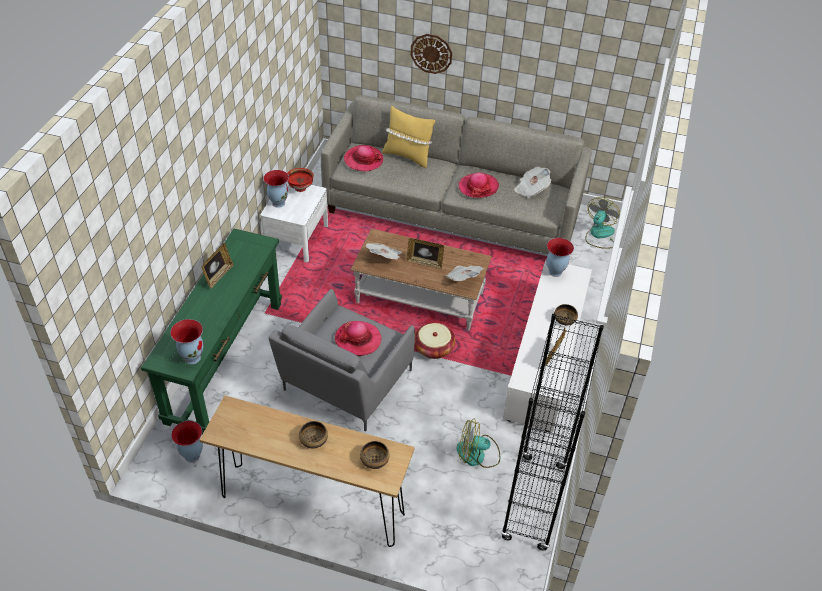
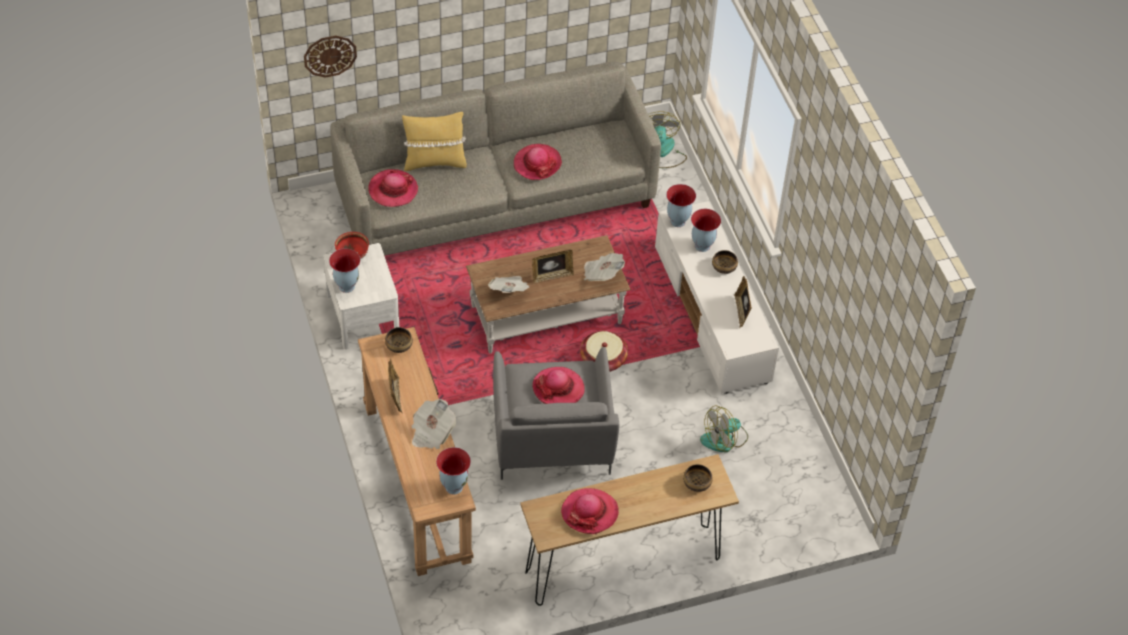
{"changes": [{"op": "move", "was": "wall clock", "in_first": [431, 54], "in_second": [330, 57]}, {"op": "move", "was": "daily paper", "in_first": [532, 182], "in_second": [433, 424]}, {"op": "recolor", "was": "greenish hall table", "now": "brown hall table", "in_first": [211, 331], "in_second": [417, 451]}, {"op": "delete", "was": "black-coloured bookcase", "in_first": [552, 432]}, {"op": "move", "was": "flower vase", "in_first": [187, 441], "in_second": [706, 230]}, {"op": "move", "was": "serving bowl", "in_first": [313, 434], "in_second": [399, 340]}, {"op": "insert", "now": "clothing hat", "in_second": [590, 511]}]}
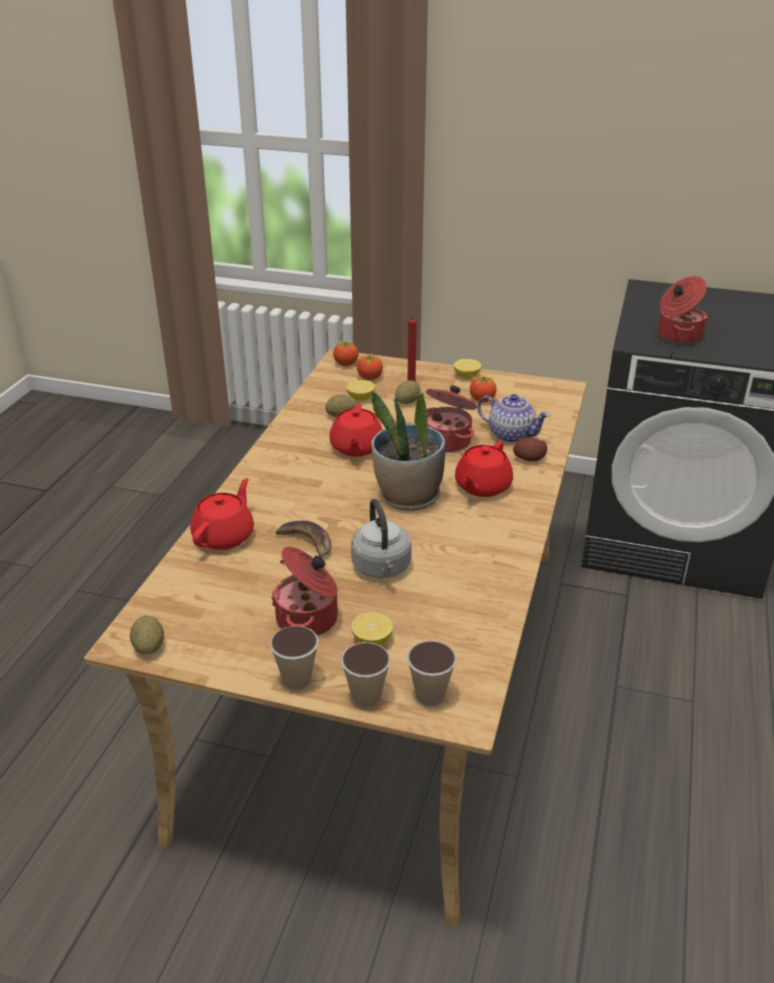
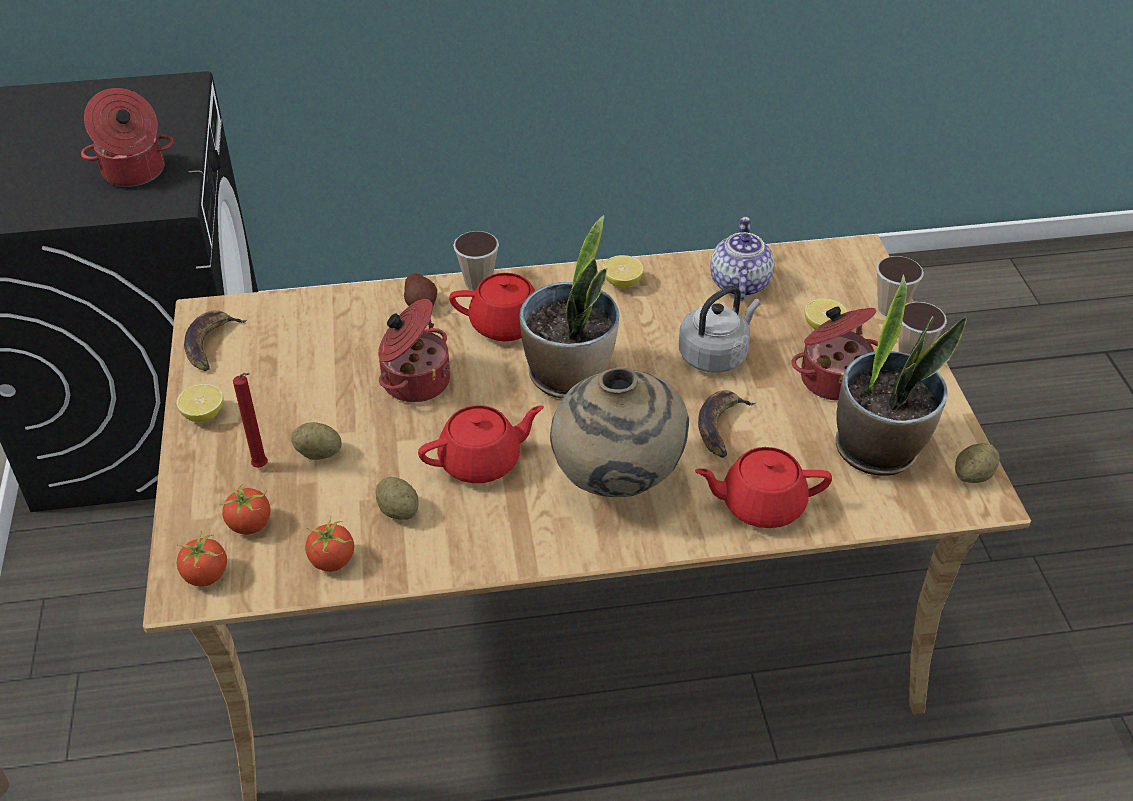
{"changes": [{"op": "move", "was": "fresh tomato", "in_first": [483, 387], "in_second": [329, 544]}, {"op": "move", "was": "lemon", "in_first": [360, 390], "in_second": [623, 271]}, {"op": "move", "was": "tea pot", "in_first": [513, 418], "in_second": [742, 259]}, {"op": "move", "was": "drinking cup", "in_first": [432, 673], "in_second": [476, 261]}, {"op": "insert", "now": "plant in a pot", "in_second": [901, 375]}, {"op": "insert", "now": "whole banana", "in_second": [215, 340]}, {"op": "insert", "now": "beige flower vase", "in_second": [619, 432]}]}
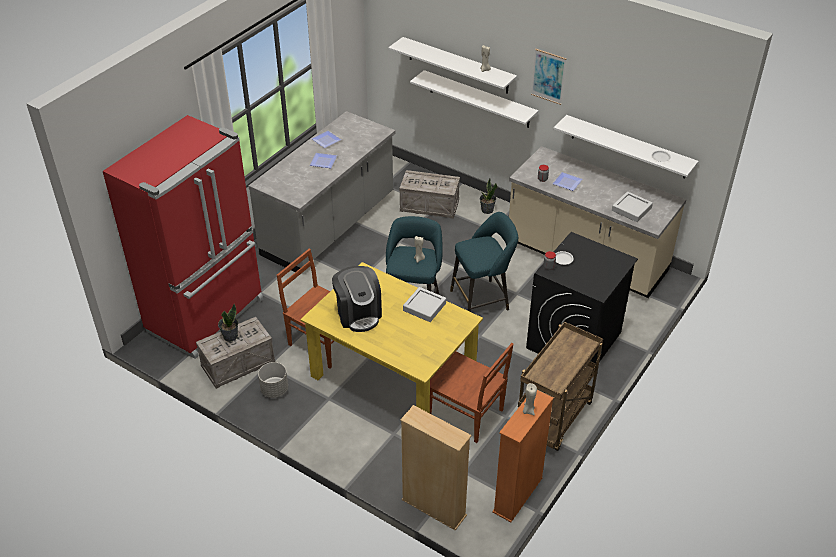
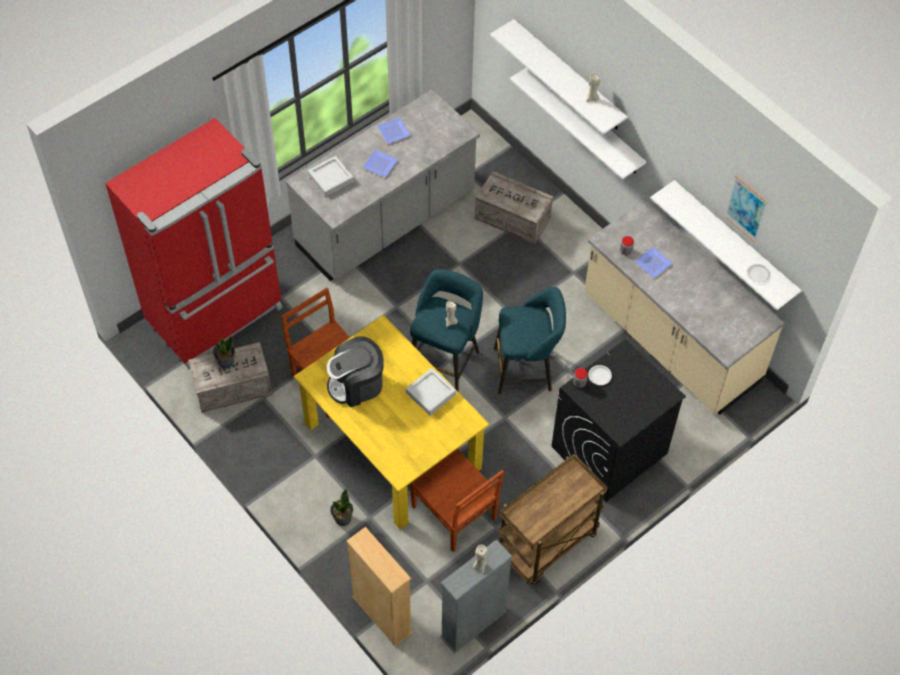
{"changes": [{"op": "move", "was": "wall art", "in_first": [548, 77], "in_second": [746, 209]}, {"op": "move", "was": "plant in a pot", "in_first": [489, 196], "in_second": [341, 507]}, {"op": "move", "was": "grey serving tray", "in_first": [632, 206], "in_second": [331, 176]}, {"op": "rotate", "was": "coffee maker", "in_first": [357, 299], "in_second": [355, 371], "clockwise": 75}, {"op": "delete", "was": "grey planter", "in_first": [273, 380]}, {"op": "recolor", "was": "orange bookcase", "now": "grey bookcase", "in_first": [523, 456], "in_second": [476, 596]}]}
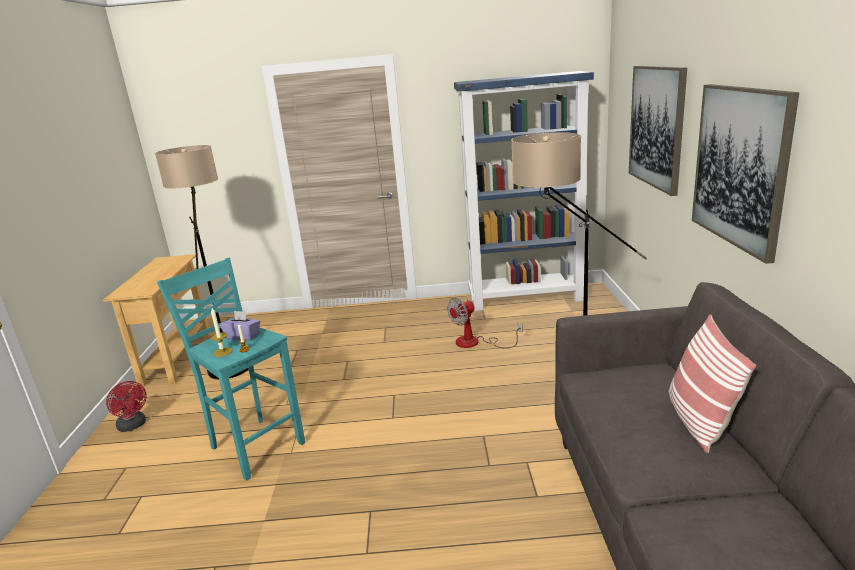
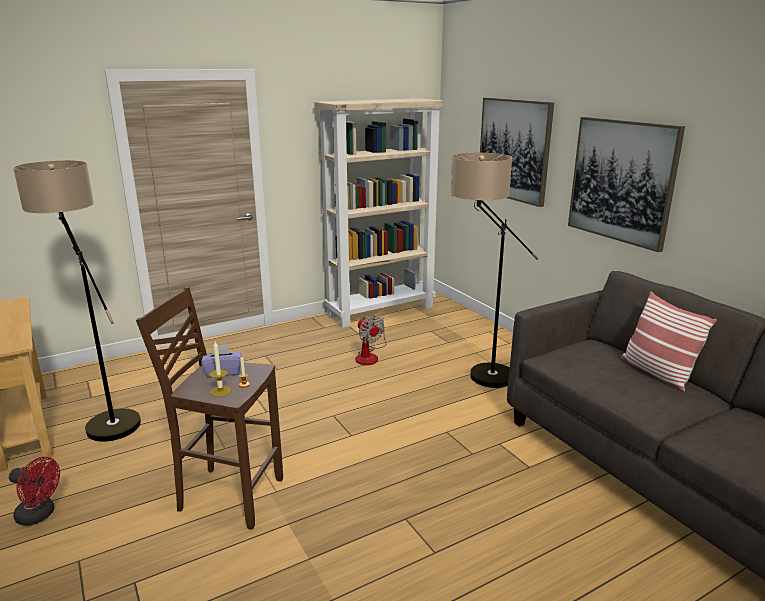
{"changes": [{"op": "recolor", "was": "blue bookcase", "now": "beige bookcase", "in_first": [524, 191], "in_second": [379, 213]}, {"op": "recolor", "was": "blue-green stool", "now": "brown stool", "in_first": [231, 369], "in_second": [209, 408]}, {"op": "rotate", "was": "cooling fan", "in_first": [485, 323], "in_second": [371, 340], "clockwise": -60}]}
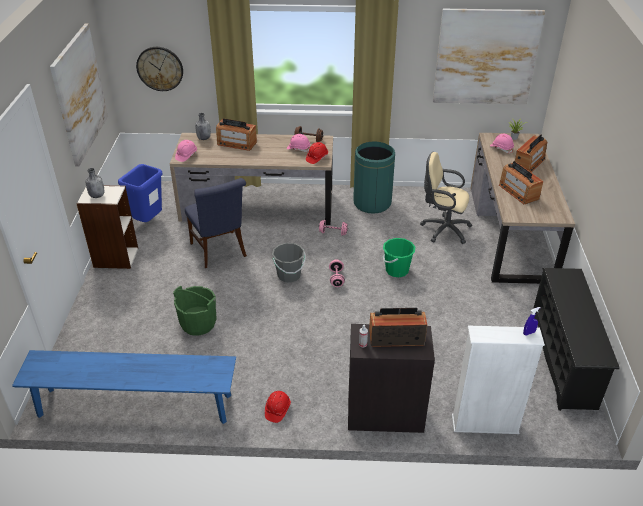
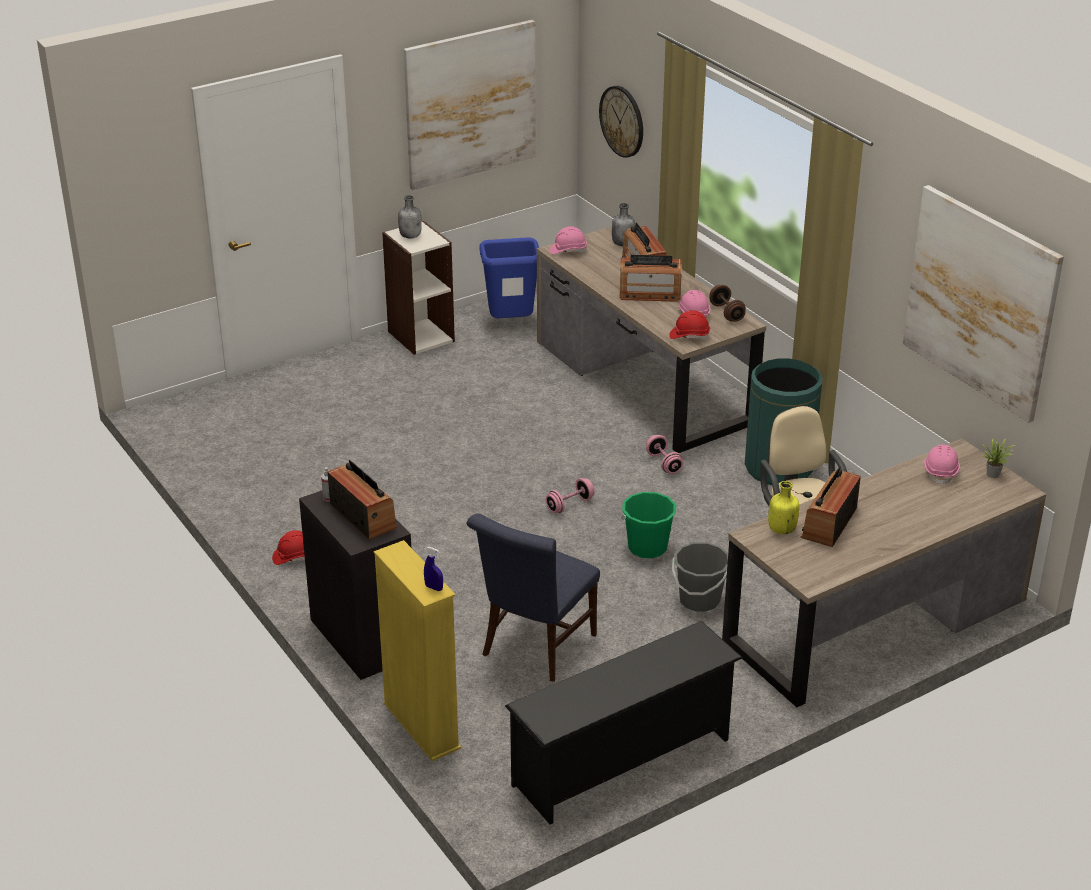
{"changes": [{"op": "move", "was": "radio receiver", "in_first": [531, 153], "in_second": [651, 278]}, {"op": "move", "was": "blue upright chair", "in_first": [216, 223], "in_second": [533, 598]}, {"op": "move", "was": "grey bucket", "in_first": [289, 263], "in_second": [700, 576]}, {"op": "delete", "was": "greenish bucket", "in_first": [195, 310]}, {"op": "recolor", "was": "white-coloured bookcase", "now": "yellow-coloured bookcase", "in_first": [498, 380], "in_second": [417, 650]}, {"op": "delete", "was": "blue bench", "in_first": [124, 387]}, {"op": "insert", "now": "yellow-coloured bottle", "in_second": [783, 507]}]}
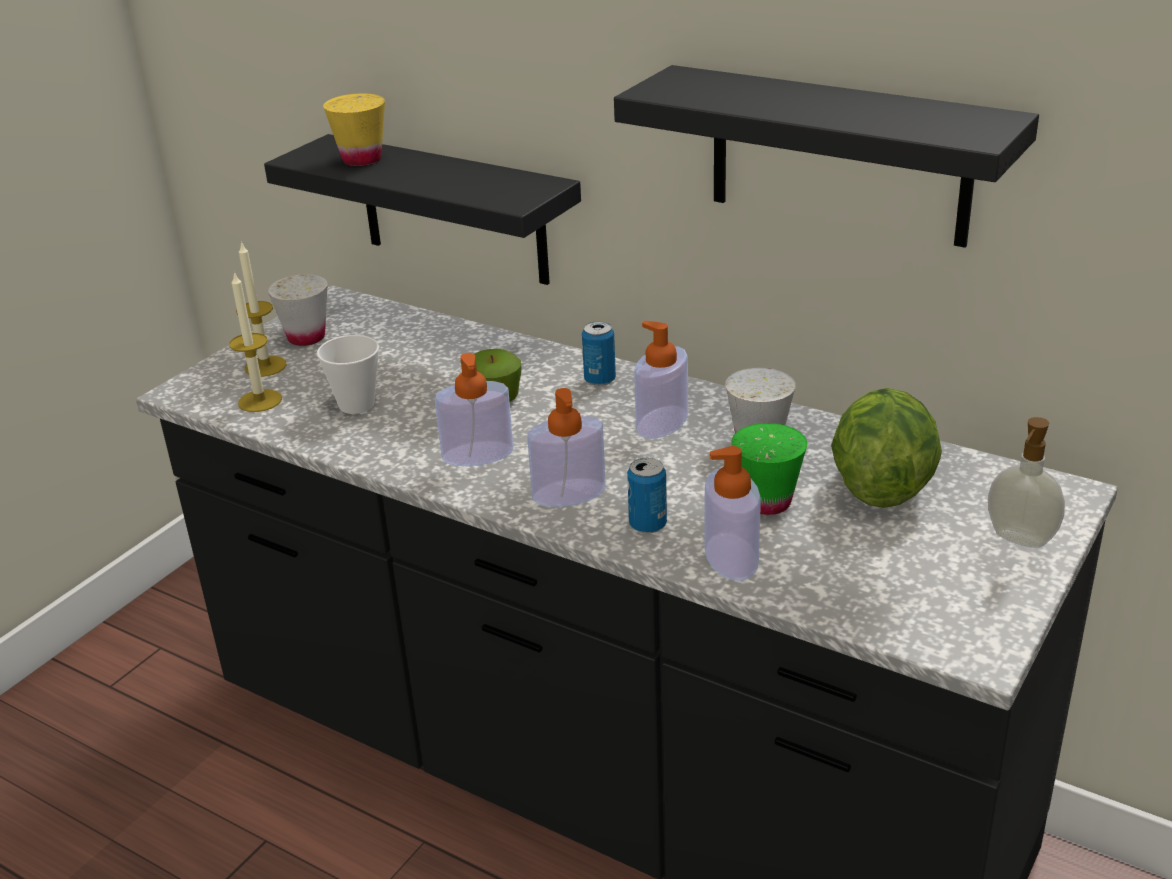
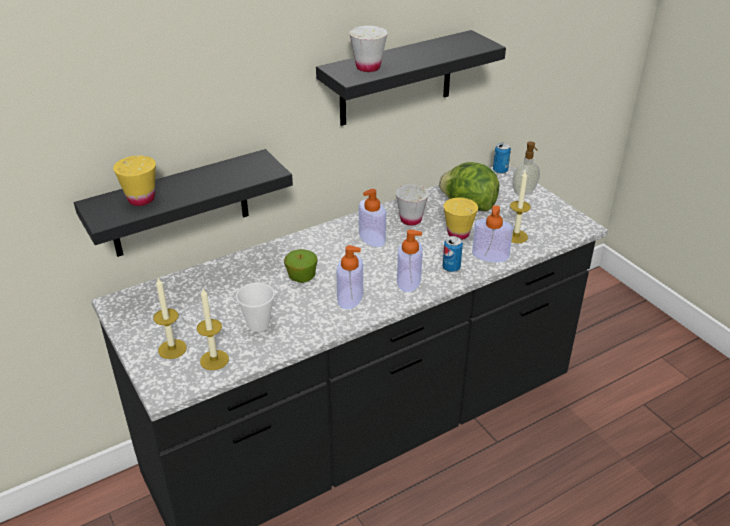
{"changes": [{"op": "move", "was": "white-coloured drinking cup", "in_first": [298, 310], "in_second": [368, 49]}, {"op": "move", "was": "can", "in_first": [599, 353], "in_second": [502, 158]}, {"op": "recolor", "was": "greenish drinking cup", "now": "yellow-coloured drinking cup", "in_first": [769, 469], "in_second": [461, 219]}, {"op": "insert", "now": "wax candle", "in_second": [520, 206]}]}
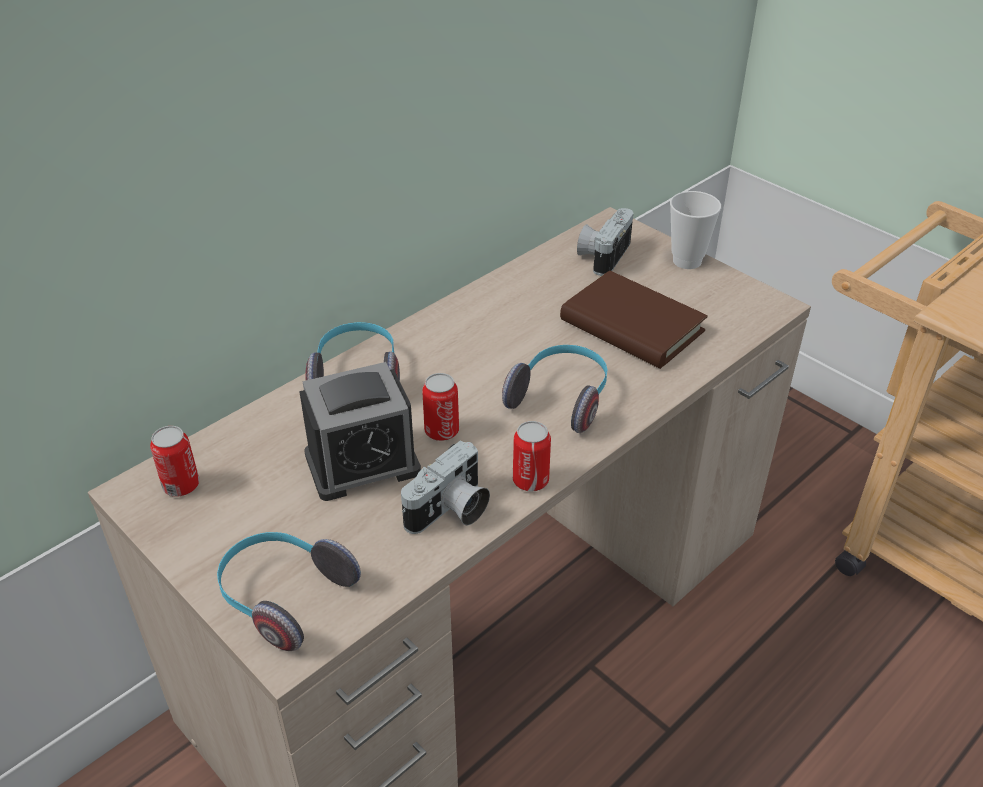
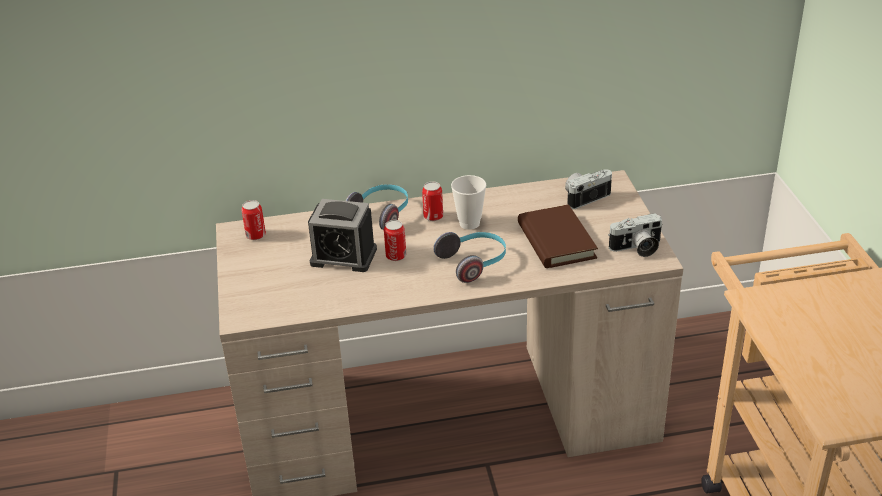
{"changes": [{"op": "move", "was": "drinking cup", "in_first": [695, 230], "in_second": [469, 202]}, {"op": "move", "was": "can", "in_first": [532, 456], "in_second": [432, 201]}, {"op": "move", "was": "photo camera", "in_first": [445, 487], "in_second": [635, 235]}, {"op": "delete", "was": "pair of headphones", "in_first": [289, 591]}]}
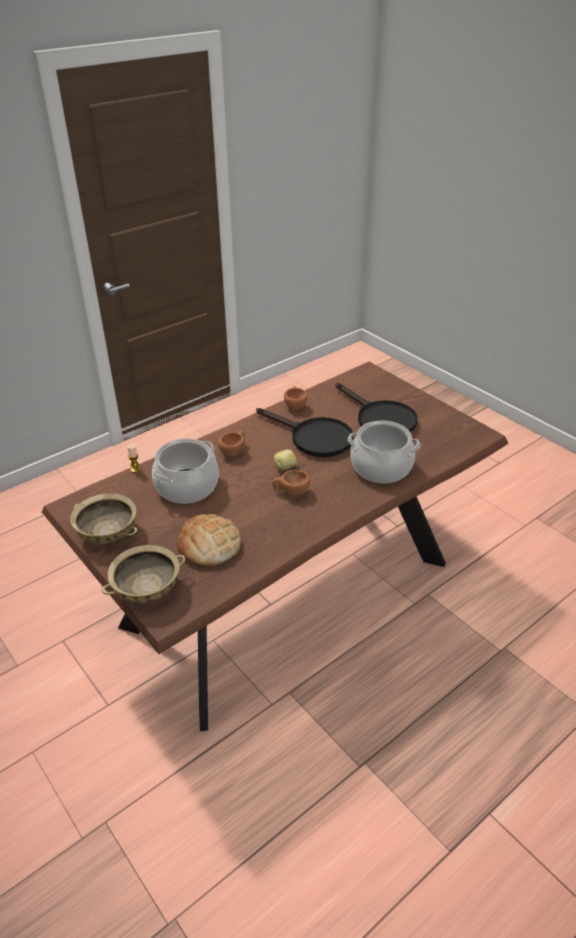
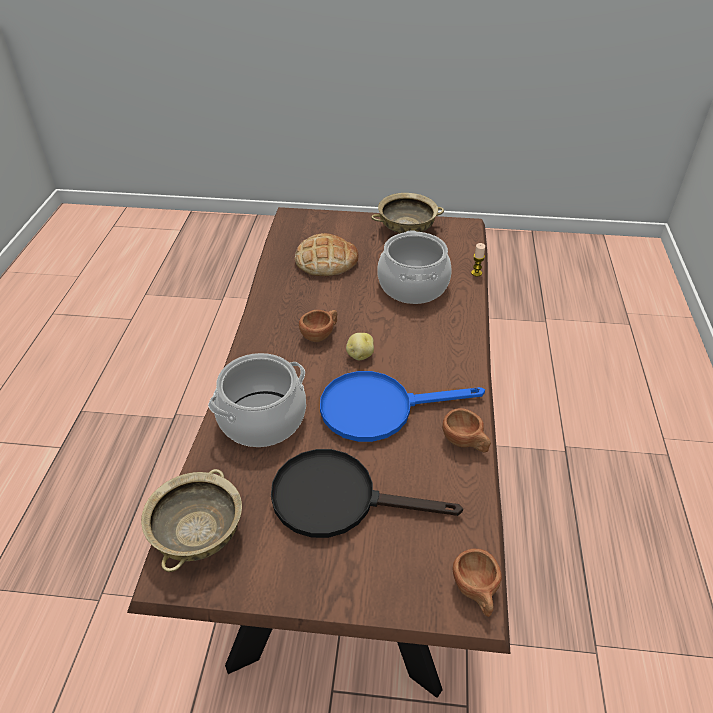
{"changes": [{"op": "recolor", "was": "black-coloured skillet", "now": "blue skillet", "in_first": [304, 432], "in_second": [402, 406]}, {"op": "move", "was": "brown drinking cup", "in_first": [231, 444], "in_second": [477, 583]}, {"op": "move", "was": "beige serving bowl", "in_first": [143, 574], "in_second": [191, 520]}]}
